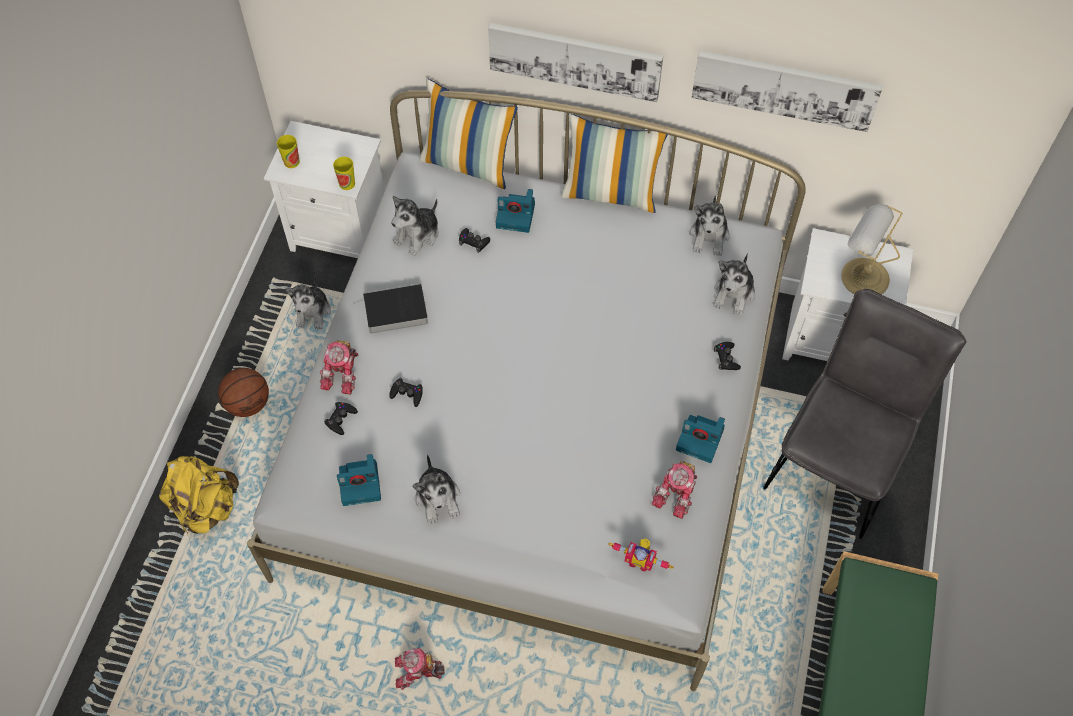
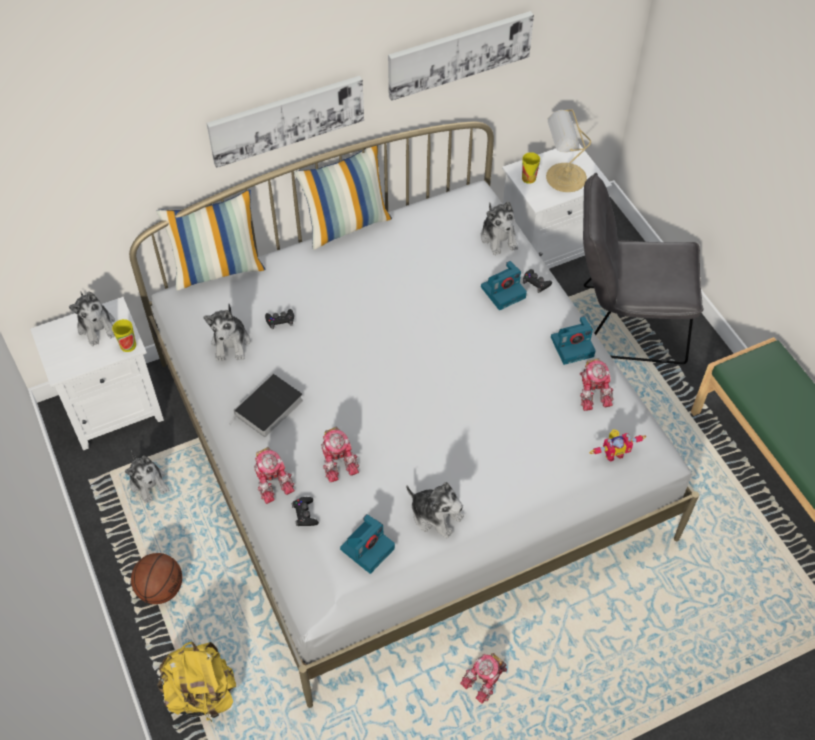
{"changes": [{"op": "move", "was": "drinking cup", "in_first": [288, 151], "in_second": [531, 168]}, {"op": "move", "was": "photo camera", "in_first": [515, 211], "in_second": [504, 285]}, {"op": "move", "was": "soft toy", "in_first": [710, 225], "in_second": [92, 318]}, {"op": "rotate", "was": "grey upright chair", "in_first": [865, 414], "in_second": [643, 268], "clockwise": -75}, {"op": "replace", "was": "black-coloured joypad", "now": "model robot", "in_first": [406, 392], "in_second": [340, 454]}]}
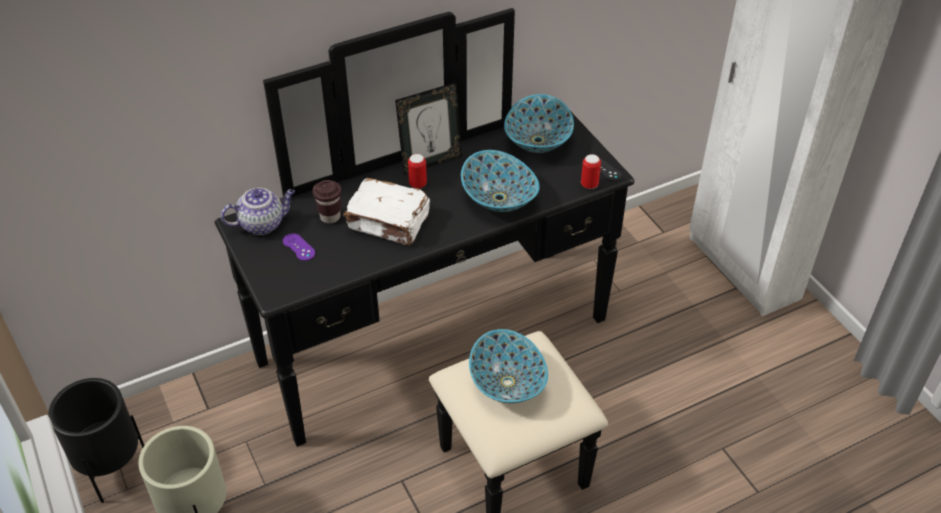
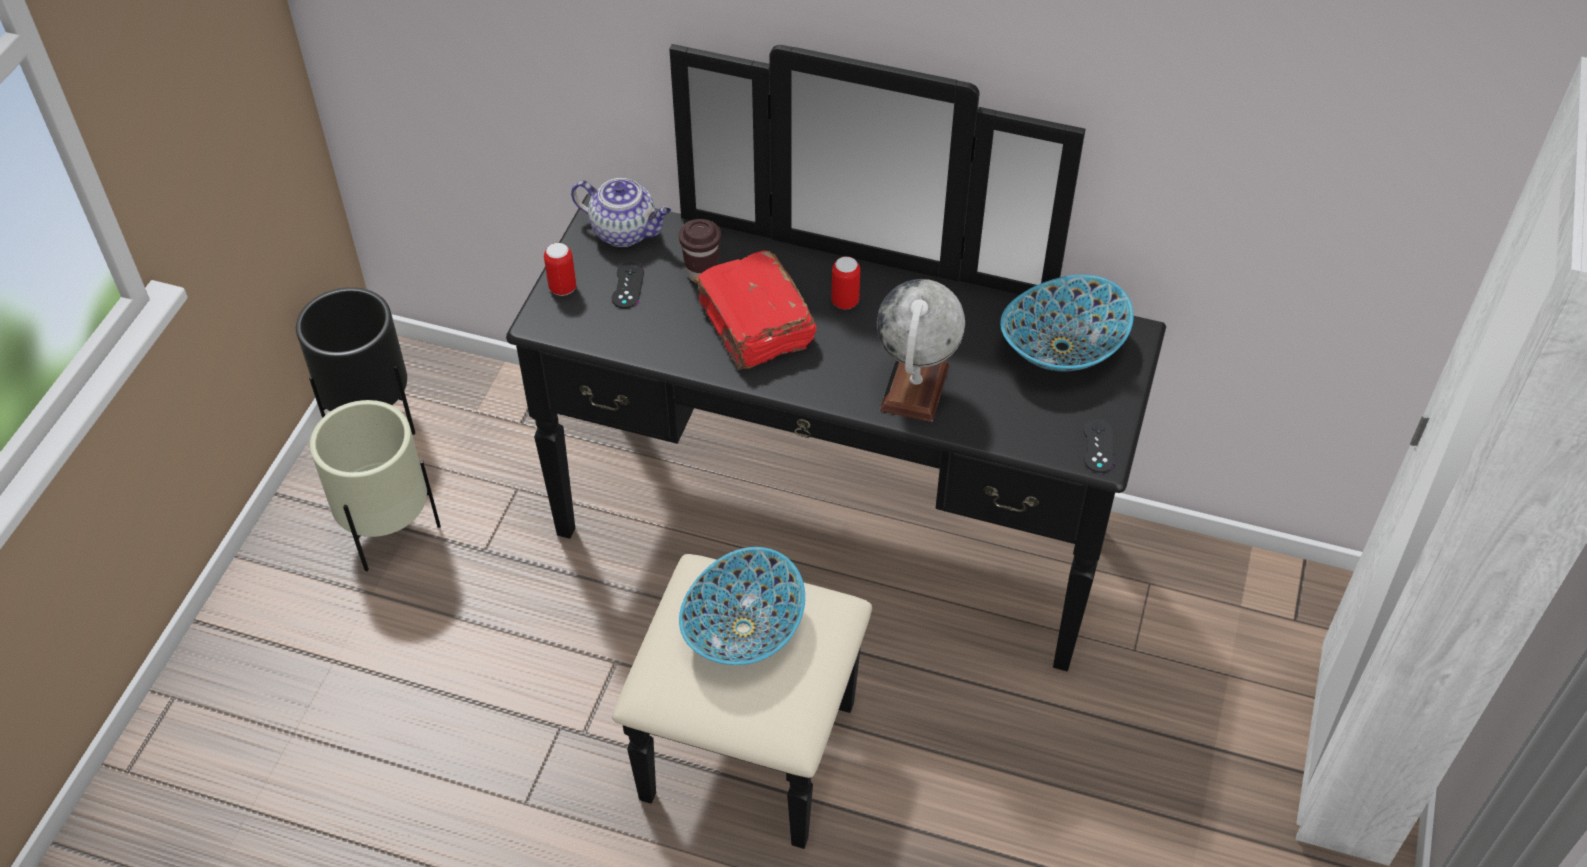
{"changes": [{"op": "delete", "was": "picture frame", "in_first": [428, 128]}, {"op": "replace", "was": "serving bowl", "now": "desk globe", "in_first": [500, 181], "in_second": [921, 350]}, {"op": "move", "was": "can", "in_first": [591, 171], "in_second": [560, 269]}, {"op": "recolor", "was": "white-coloured bound book", "now": "red bound book", "in_first": [386, 212], "in_second": [754, 310]}, {"op": "recolor", "was": "purplish joypad", "now": "black-coloured joypad", "in_first": [299, 247], "in_second": [628, 285]}]}
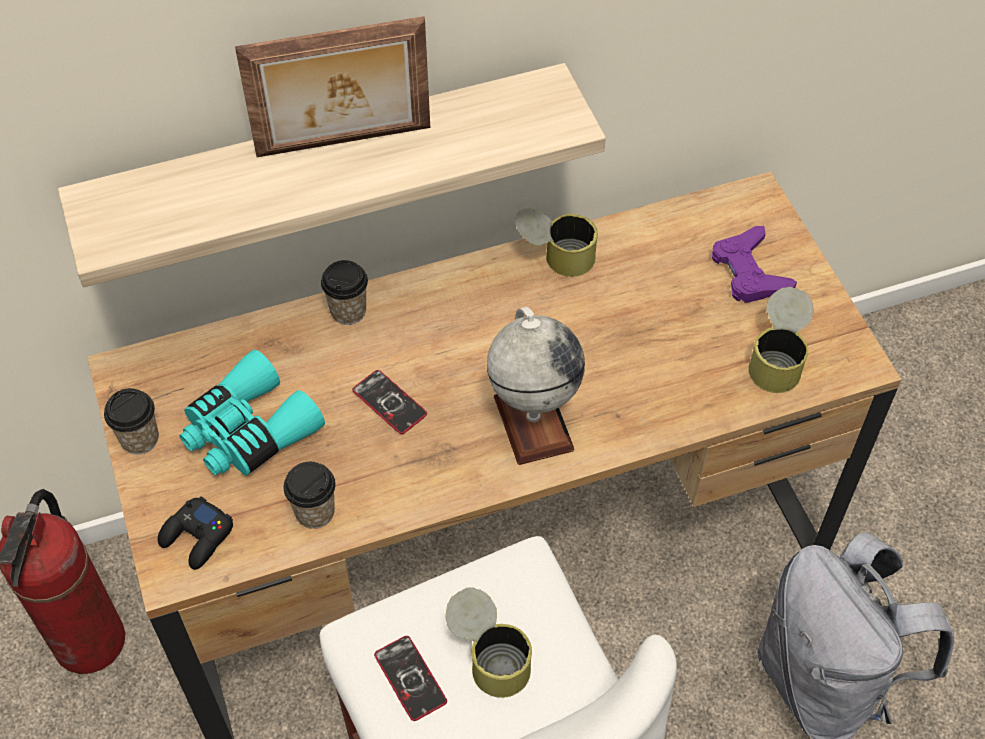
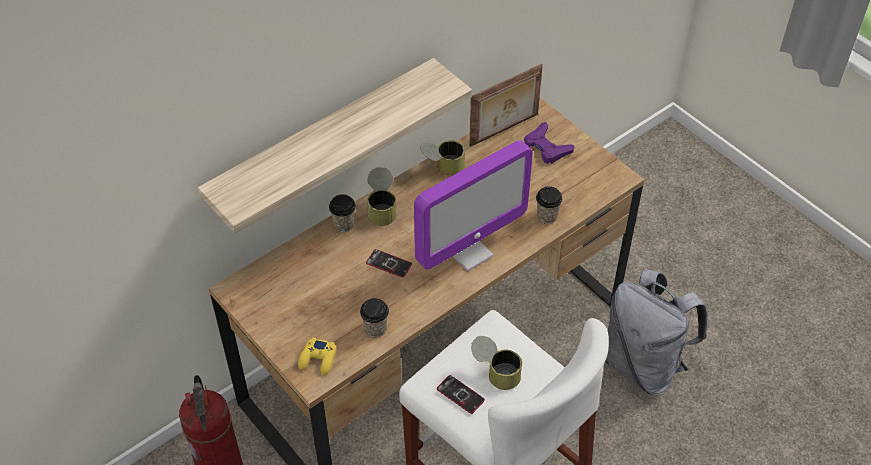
{"changes": [{"op": "move", "was": "picture frame", "in_first": [332, 86], "in_second": [506, 105]}, {"op": "move", "was": "can", "in_first": [781, 340], "in_second": [382, 196]}, {"op": "replace", "was": "desk globe", "now": "computer display", "in_first": [536, 386], "in_second": [473, 205]}, {"op": "delete", "was": "blue-green binoculars", "in_first": [252, 412]}, {"op": "move", "was": "drinking cup", "in_first": [131, 421], "in_second": [549, 205]}, {"op": "recolor", "was": "black-coloured joypad", "now": "yellow-coloured joypad", "in_first": [195, 533], "in_second": [317, 356]}]}
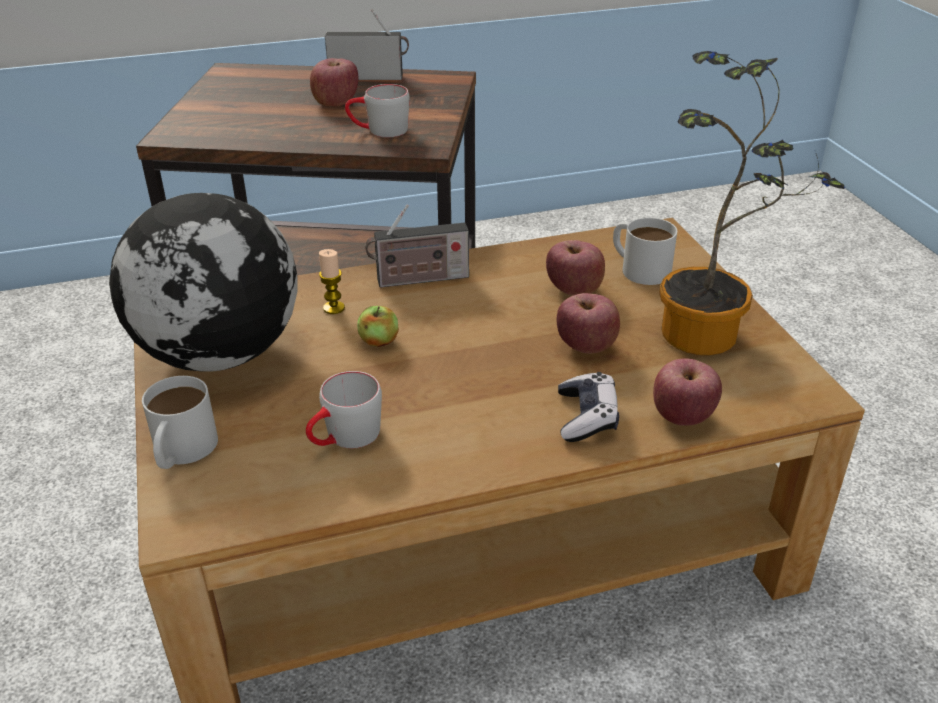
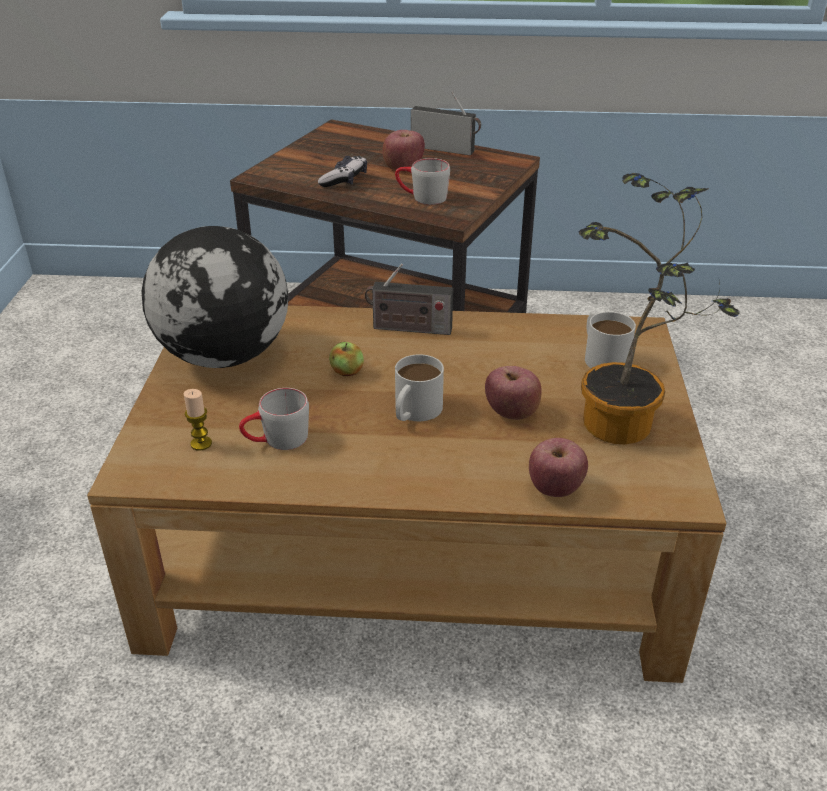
{"changes": [{"op": "delete", "was": "apple", "in_first": [575, 268]}, {"op": "move", "was": "wax candle", "in_first": [332, 281], "in_second": [197, 420]}, {"op": "move", "was": "joypad", "in_first": [588, 407], "in_second": [342, 171]}, {"op": "move", "was": "white-coloured tea mug", "in_first": [180, 422], "in_second": [419, 387]}]}
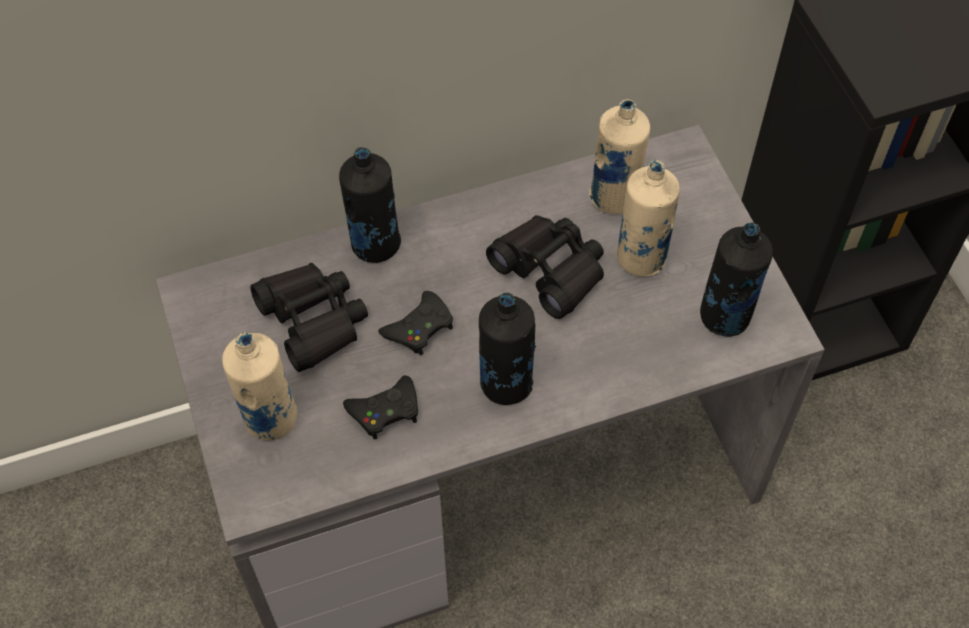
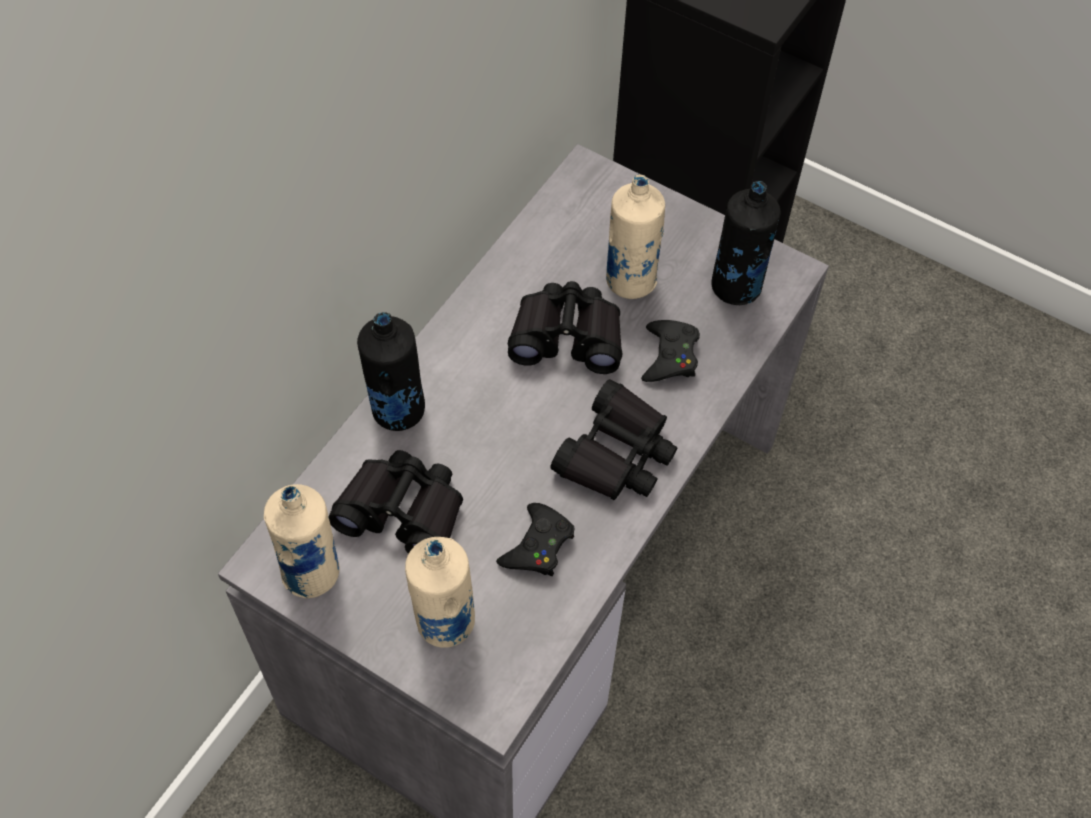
{"changes": [{"op": "move", "was": "beige bottle", "in_first": [619, 156], "in_second": [301, 541]}, {"op": "move", "was": "black-coloured joypad", "in_first": [415, 323], "in_second": [670, 351]}, {"op": "replace", "was": "black-coloured bottle", "now": "black-coloured binoculars", "in_first": [507, 348], "in_second": [614, 439]}]}
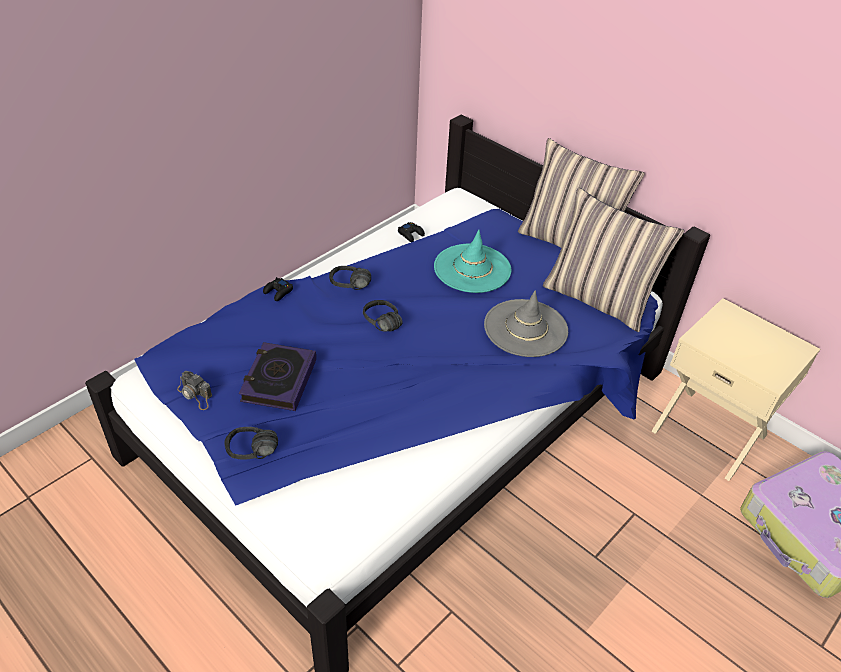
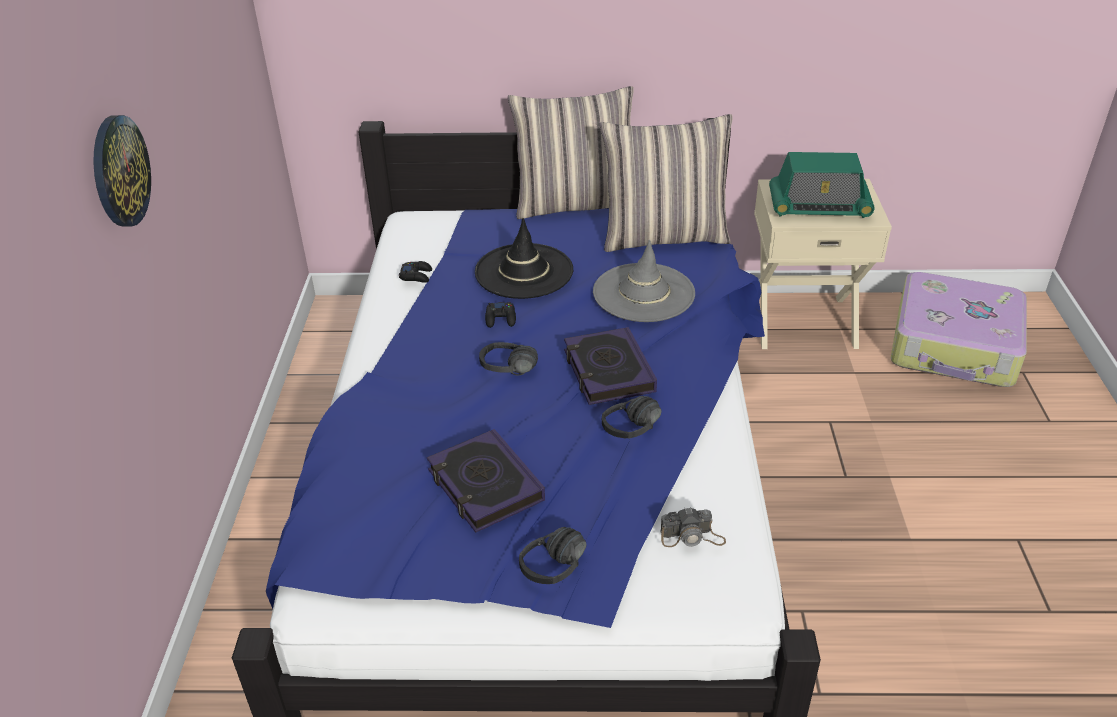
{"changes": [{"op": "recolor", "was": "blue-green clothing hat", "now": "black-coloured clothing hat", "in_first": [472, 261], "in_second": [524, 258]}, {"op": "move", "was": "black-coloured pair of headphones", "in_first": [350, 278], "in_second": [632, 417]}, {"op": "move", "was": "black-coloured joypad", "in_first": [278, 289], "in_second": [500, 315]}, {"op": "move", "was": "photo camera", "in_first": [194, 390], "in_second": [693, 527]}, {"op": "insert", "now": "wall clock", "in_second": [122, 171]}, {"op": "insert", "now": "radio receiver", "in_second": [822, 185]}, {"op": "insert", "now": "bound book", "in_second": [610, 366]}]}
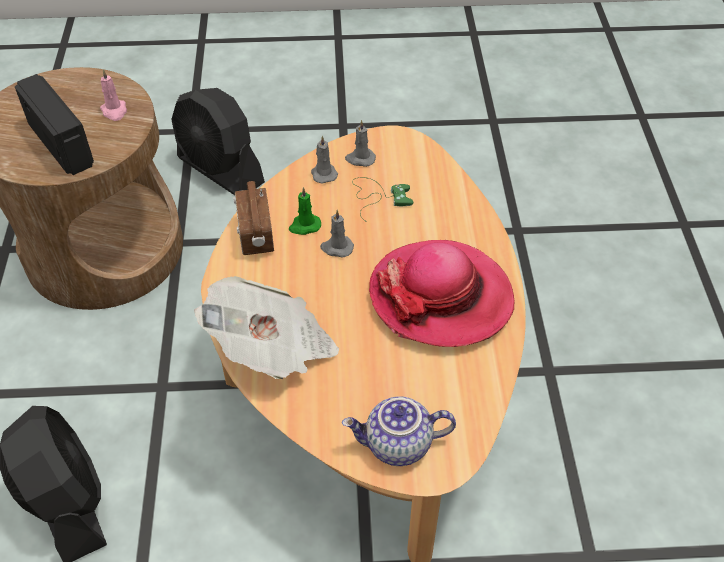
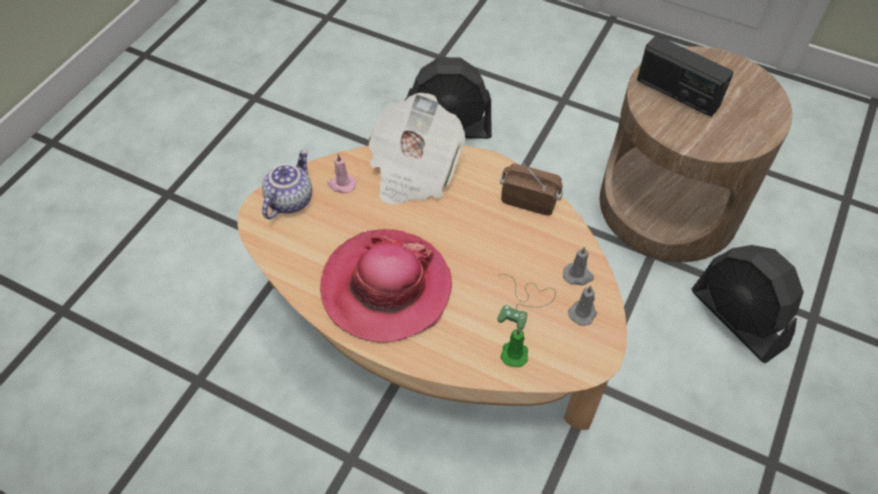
{"changes": [{"op": "move", "was": "pink wax candle", "in_first": [113, 95], "in_second": [342, 173]}, {"op": "rotate", "was": "radio receiver", "in_first": [54, 124], "in_second": [685, 76], "clockwise": 45}, {"op": "rotate", "was": "black-coloured cooling fan", "in_first": [218, 141], "in_second": [748, 304], "clockwise": -105}, {"op": "move", "was": "greenish wax candle", "in_first": [305, 211], "in_second": [514, 347]}, {"op": "delete", "was": "grey wax candle", "in_first": [337, 234]}]}
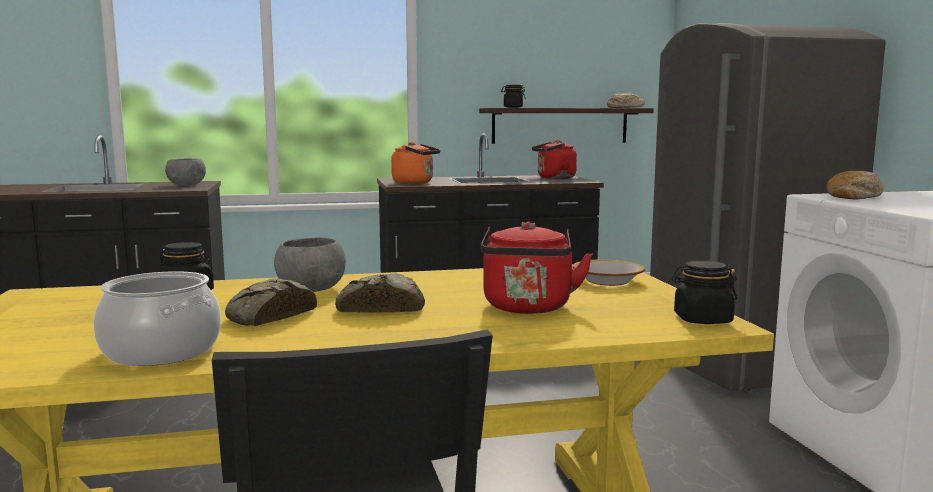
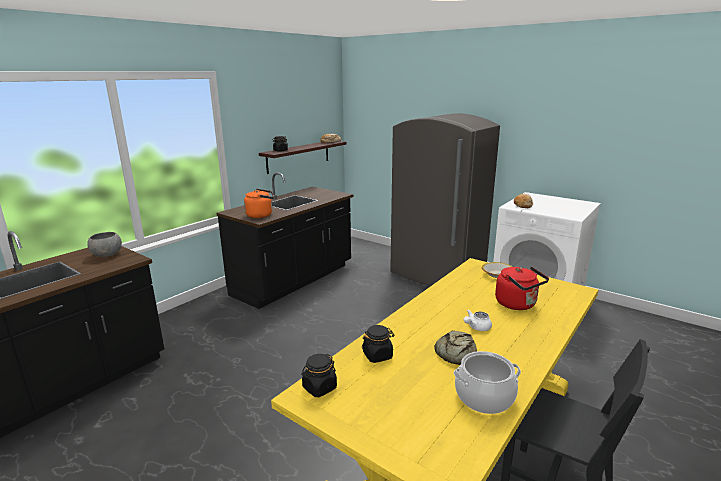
{"changes": [{"op": "delete", "was": "red water kettle", "in_first": [554, 159]}, {"op": "delete", "was": "grey serving bowl", "in_first": [310, 264]}, {"op": "move", "was": "black-coloured storage jar", "in_first": [704, 292], "in_second": [319, 375]}, {"op": "replace", "was": "baked bread", "now": "white-coloured tea pot", "in_first": [380, 293], "in_second": [477, 320]}]}
